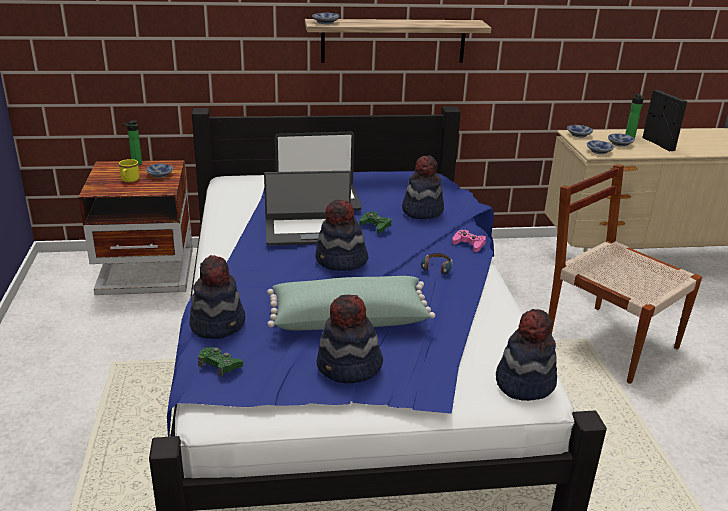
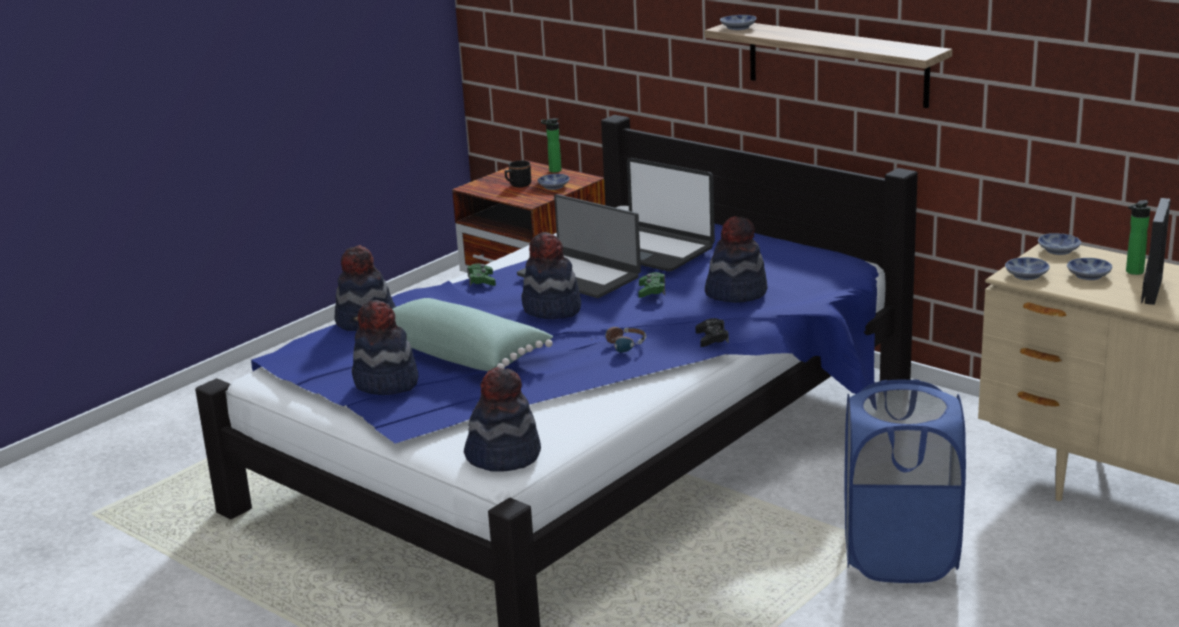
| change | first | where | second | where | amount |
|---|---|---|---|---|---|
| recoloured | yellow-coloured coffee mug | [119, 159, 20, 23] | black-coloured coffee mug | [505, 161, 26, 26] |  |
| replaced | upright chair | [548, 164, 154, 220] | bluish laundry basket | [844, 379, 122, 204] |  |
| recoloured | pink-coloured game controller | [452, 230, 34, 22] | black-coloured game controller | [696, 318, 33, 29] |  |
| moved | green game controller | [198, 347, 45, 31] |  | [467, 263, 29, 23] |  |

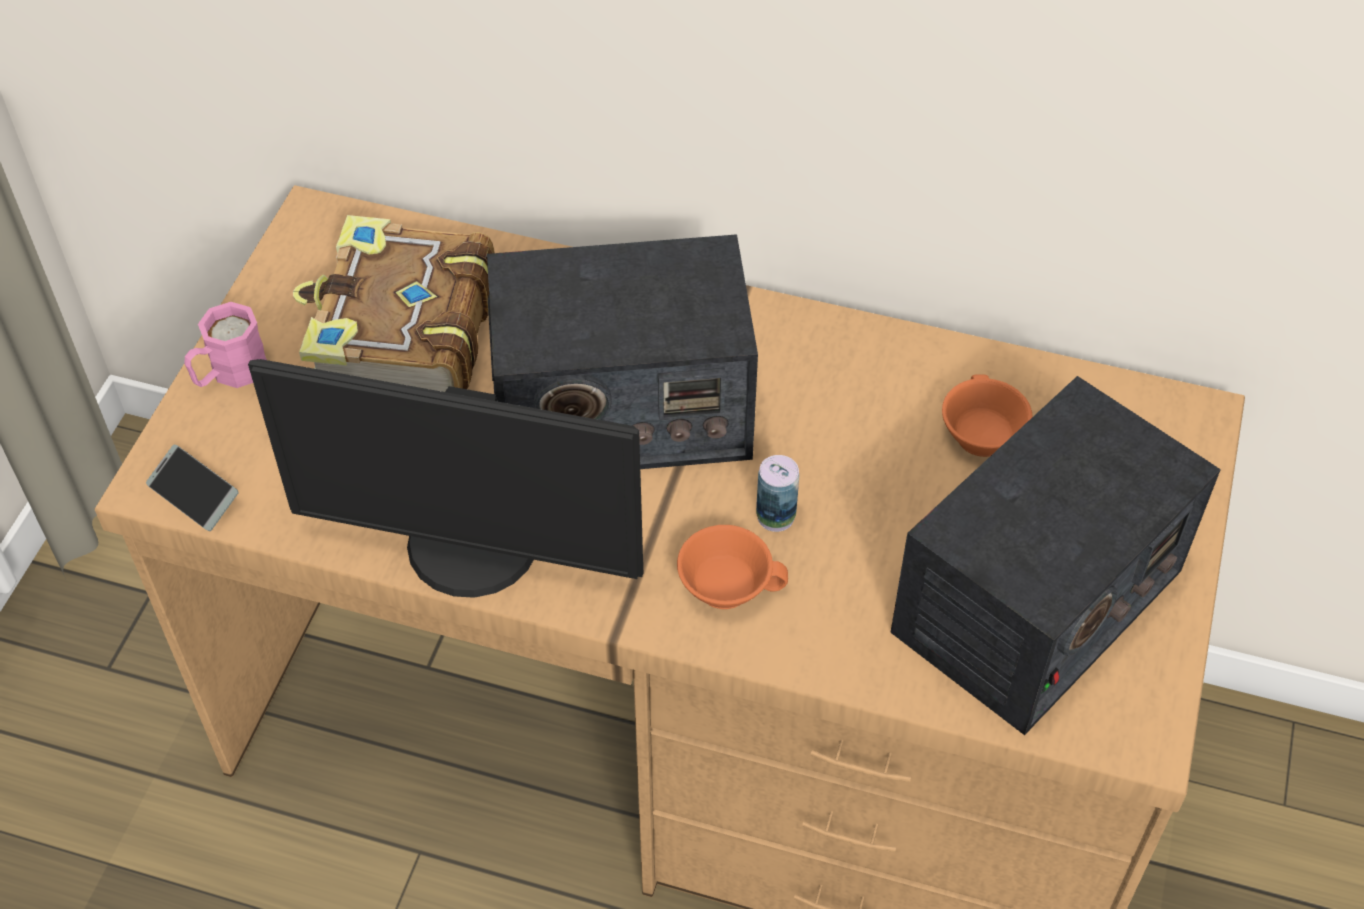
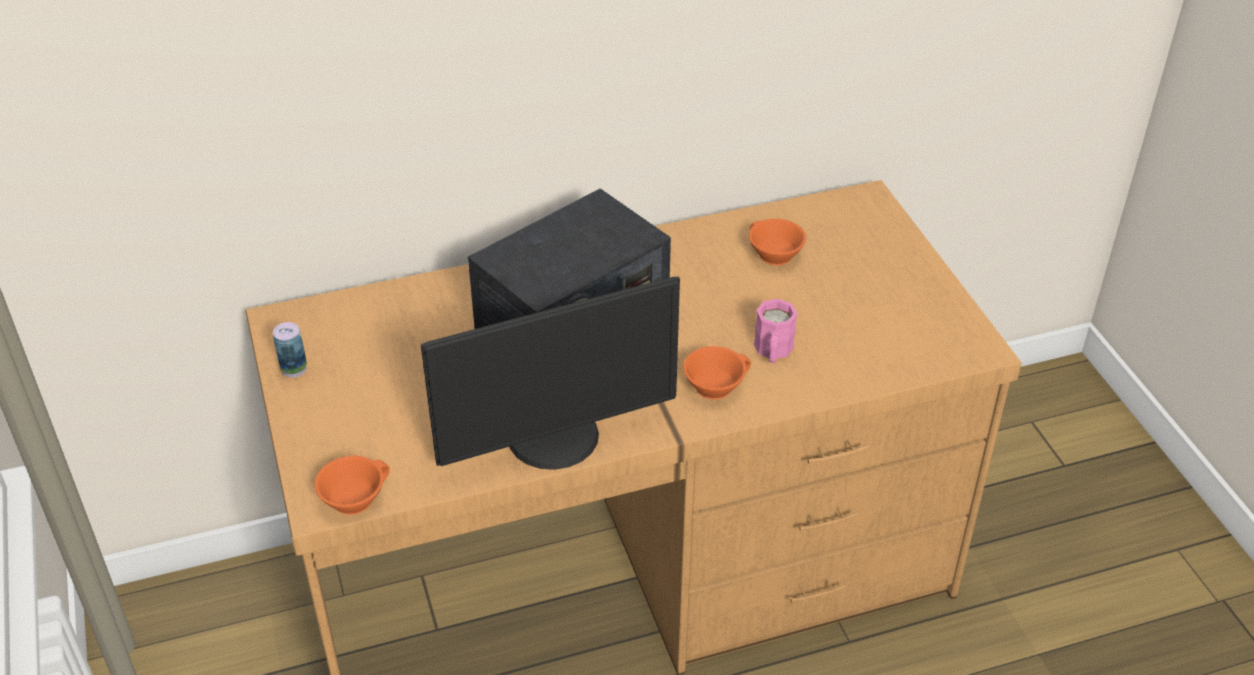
| change | first | where | second | where | amount |
|---|---|---|---|---|---|
| removed | bound book | [293, 215, 202, 177] |  |  |  |
| moved | pink-coloured coffee mug | [184, 302, 83, 86] |  | [754, 299, 44, 64] |  |
| removed | radio receiver | [890, 376, 331, 359] |  |  |  |
| replaced | phone | [146, 445, 93, 86] | orangey drinking cup | [315, 456, 75, 59] |  |
| moved | sealed can | [756, 455, 43, 77] |  | [273, 322, 34, 56] |  |

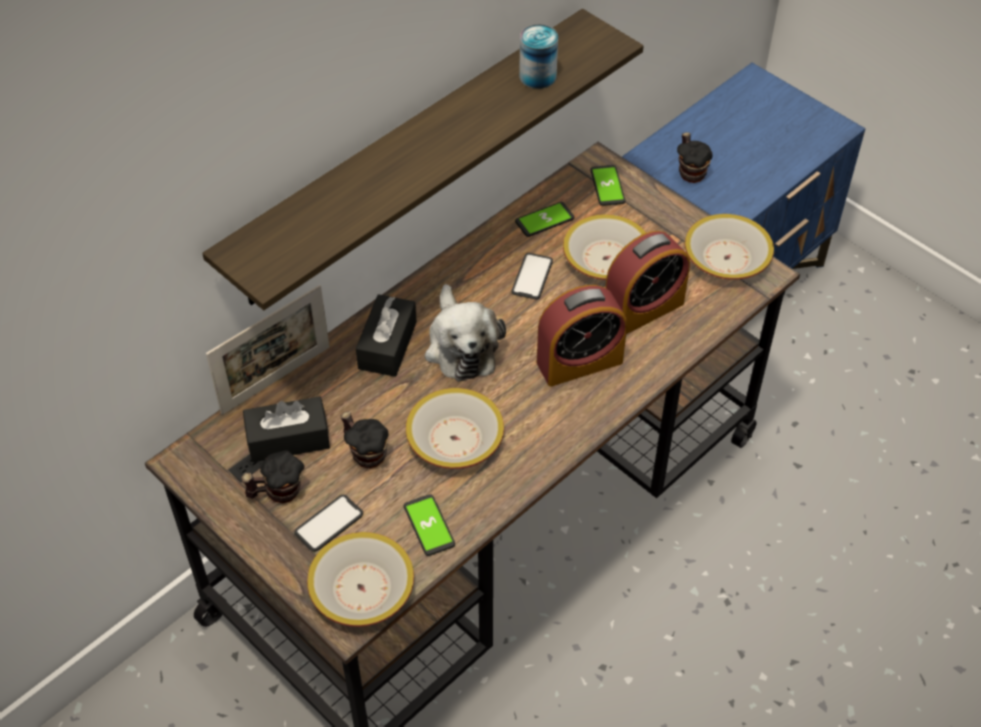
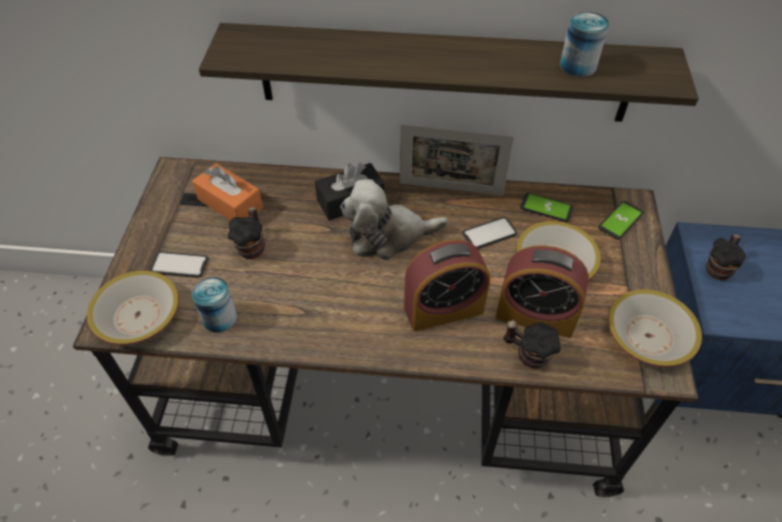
| change | first | where | second | where | amount |
|---|---|---|---|---|---|
| turned | soft toy | [425, 284, 81, 98] |  | [341, 179, 107, 81] | 45 degrees clockwise |
| moved | photo frame | [206, 285, 124, 130] |  | [400, 124, 114, 72] |  |
| turned | bedside clock | [537, 285, 90, 102] |  | [404, 239, 86, 92] | 45 degrees counterclockwise |
| removed | serving bowl | [406, 388, 98, 81] |  |  |  |
| recoloured | black-coloured box of tissues | [243, 396, 87, 66] | orangey box of tissues | [192, 163, 71, 58] |  |
| moved | coffee mug | [241, 450, 63, 53] |  | [503, 320, 58, 48] |  |
| replaced | phone | [404, 494, 51, 62] | sealed can | [192, 277, 45, 56] |  |

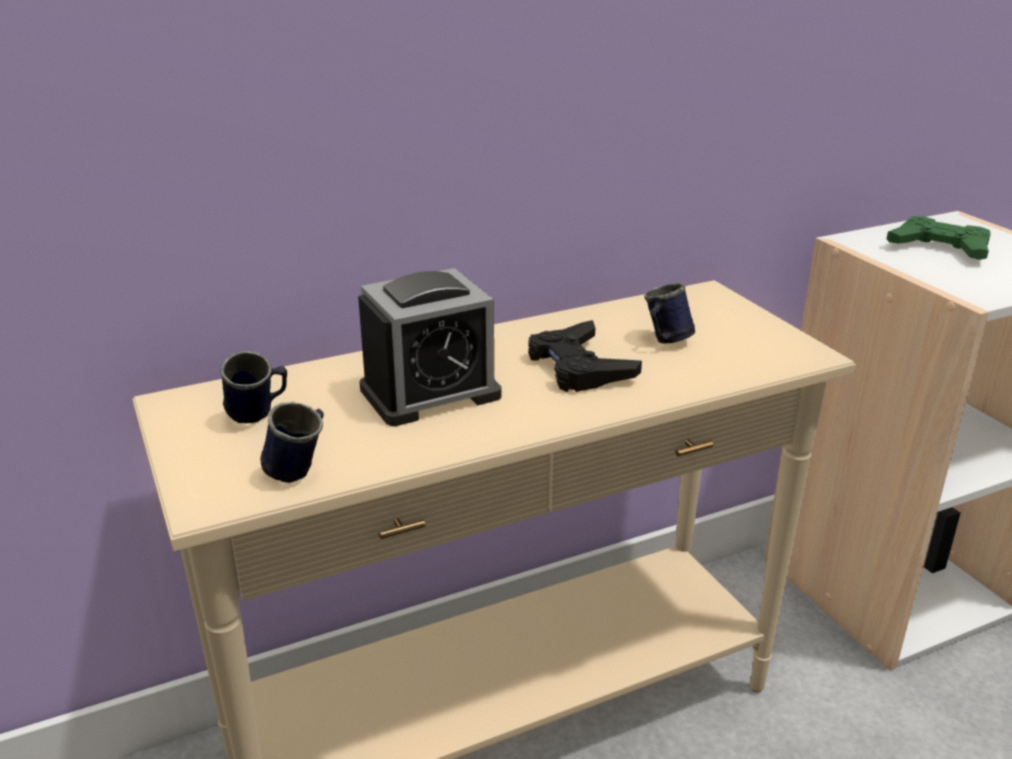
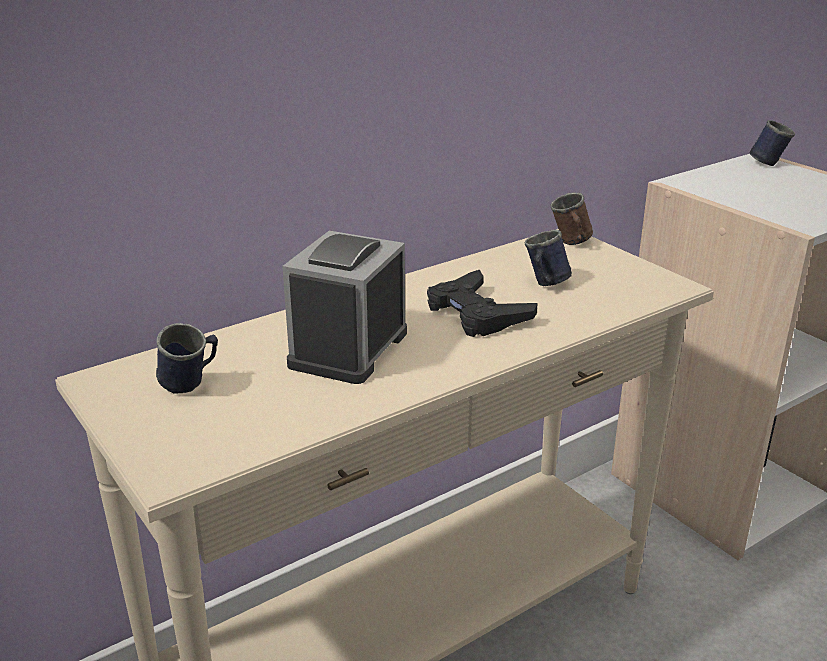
| change | first | where | second | where | amount |
|---|---|---|---|---|---|
| removed | green game controller | [887, 216, 104, 44] |  |  |  |
| turned | bedside clock | [358, 268, 144, 158] |  | [282, 231, 125, 153] | 150 degrees clockwise |
| moved | bluish coffee mug | [260, 402, 64, 81] |  | [749, 120, 46, 46] |  |
| added |  |  | brownish coffee mug | [551, 192, 42, 53] |  |

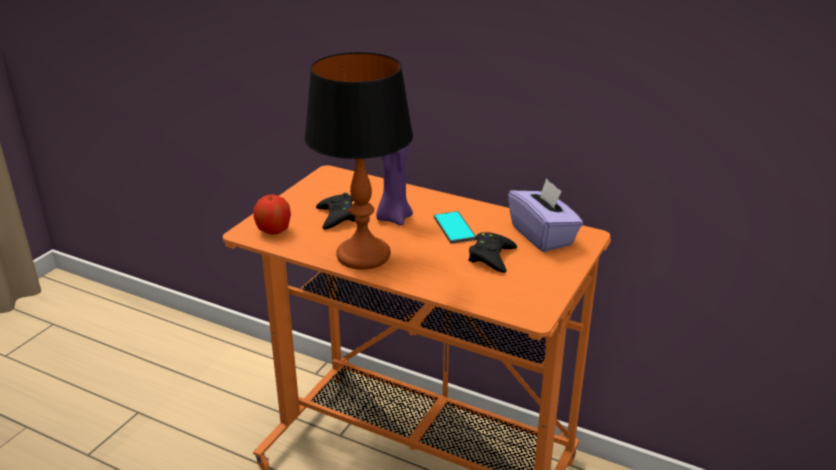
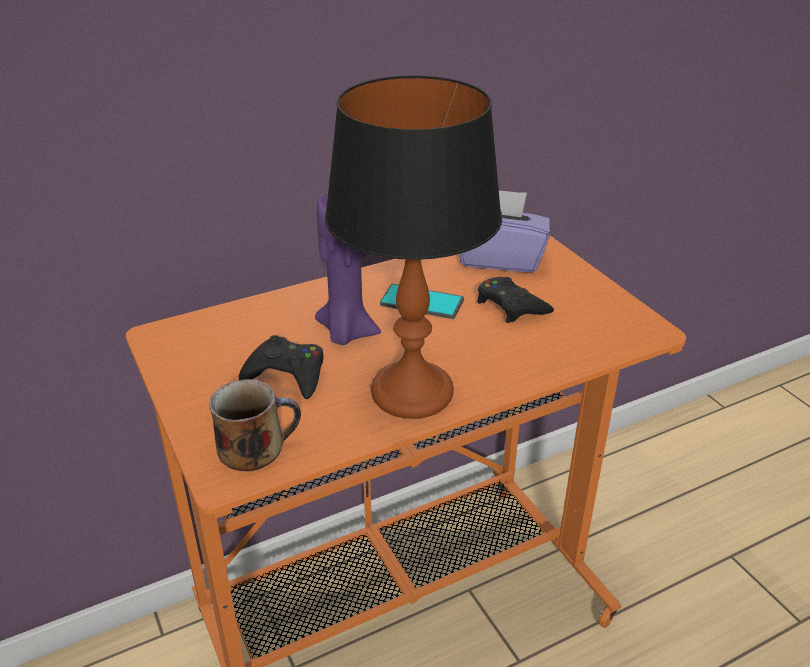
| change | first | where | second | where | amount |
|---|---|---|---|---|---|
| replaced | apple fruit | [254, 194, 37, 41] | coffee mug | [209, 379, 92, 92] |  |

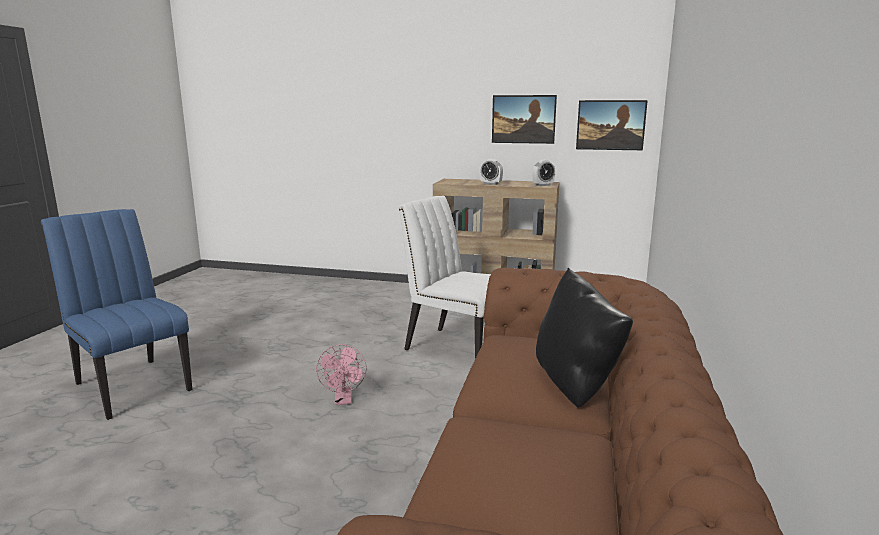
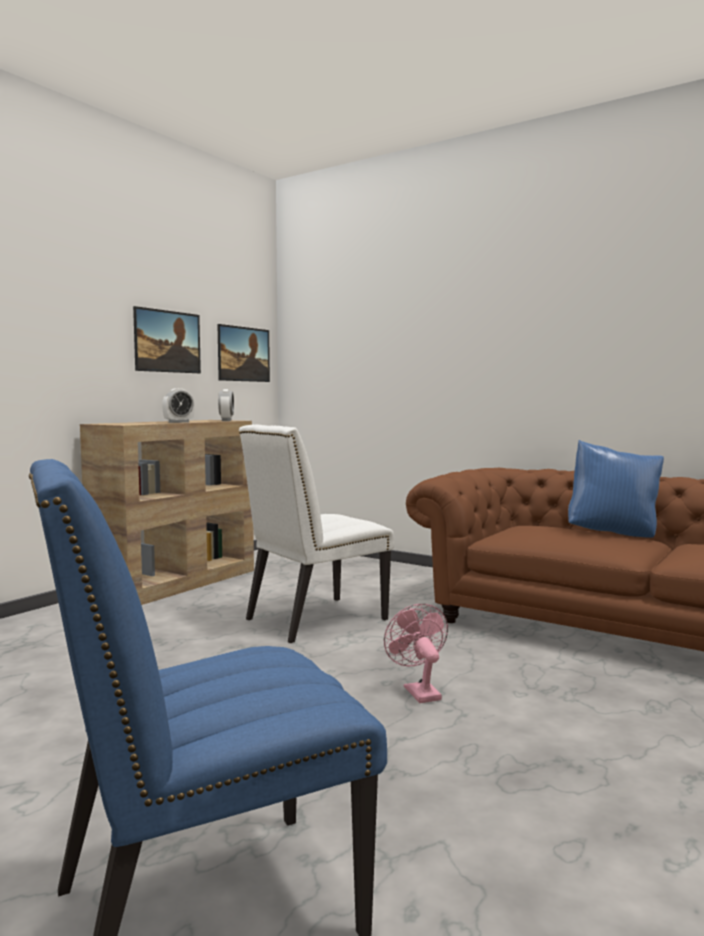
| change | first | where | second | where | amount |
|---|---|---|---|---|---|
| recoloured | black-coloured pillow | [536, 268, 97, 140] | bluish pillow | [568, 440, 96, 98] |  |
| turned | pink-coloured fan | [316, 344, 51, 61] |  | [384, 604, 64, 99] | 120 degrees counterclockwise |

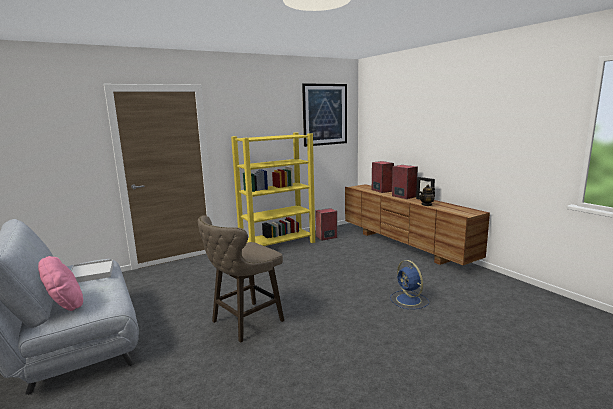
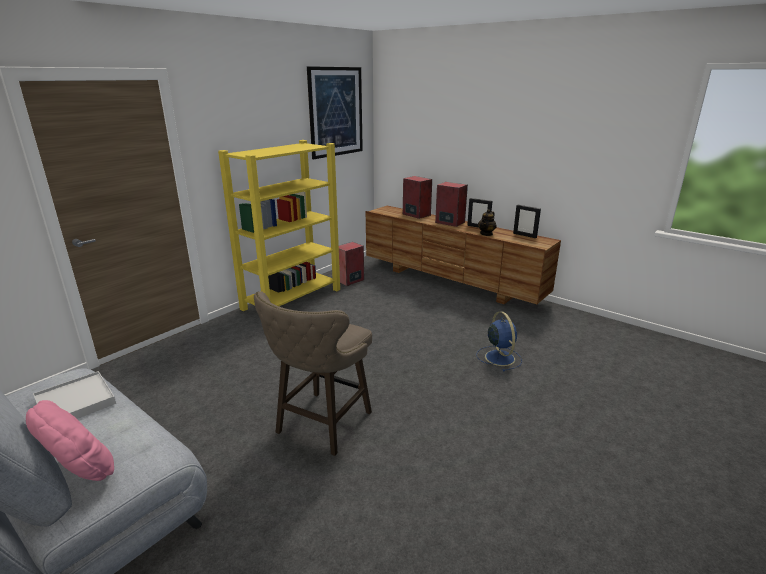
| change | first | where | second | where | amount |
|---|---|---|---|---|---|
| turned | bluish fan | [390, 260, 39, 49] |  | [476, 311, 46, 60] | 150 degrees counterclockwise |
| added |  |  | photo frame | [513, 205, 28, 33] |  |

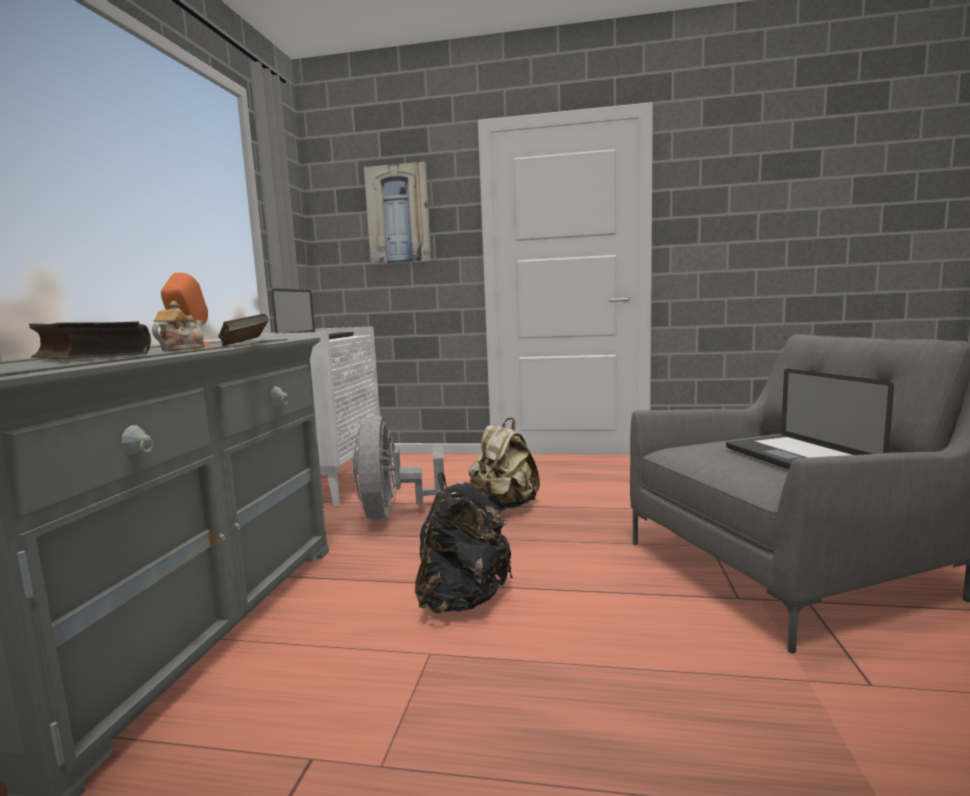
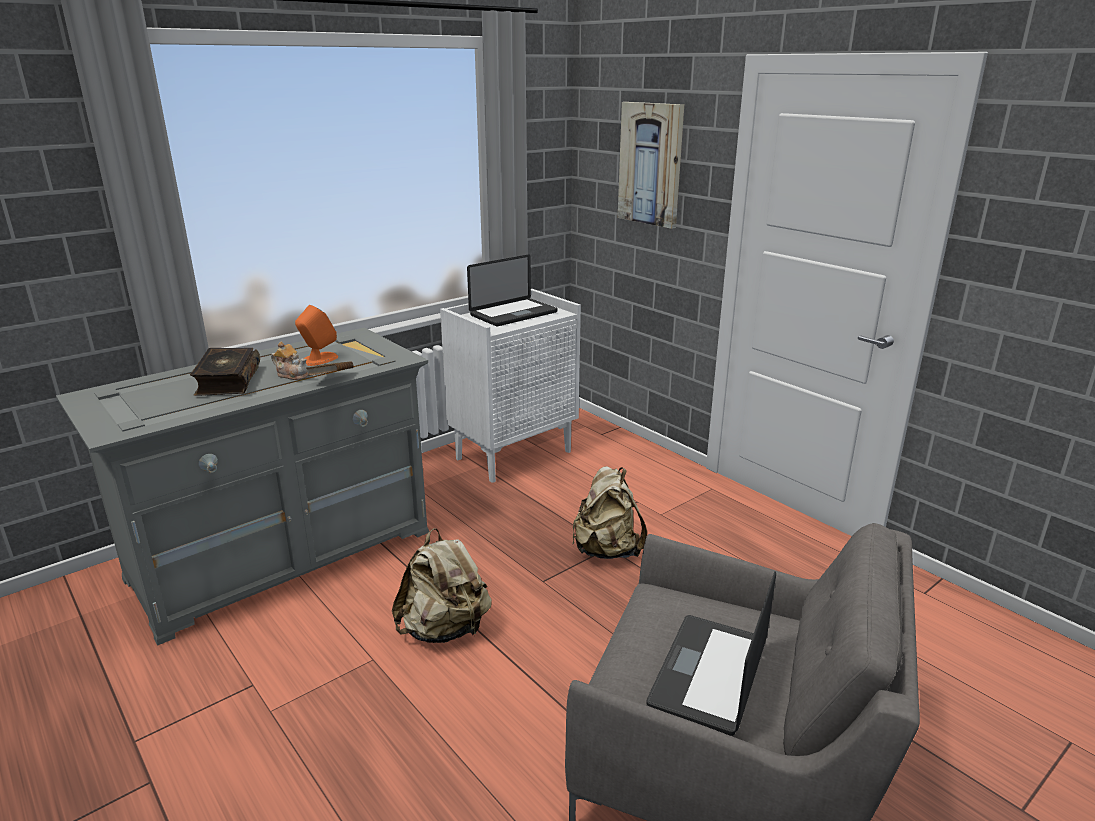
| change | first | where | second | where | amount |
|---|---|---|---|---|---|
| turned | tea pot | [152, 301, 53, 50] |  | [271, 341, 37, 39] | 60 degrees clockwise |
| removed | grey fan | [353, 415, 92, 105] |  |  |  |
| recoloured | black-coloured rucksack | [415, 472, 98, 141] | beige rucksack | [392, 528, 100, 115] |  |

